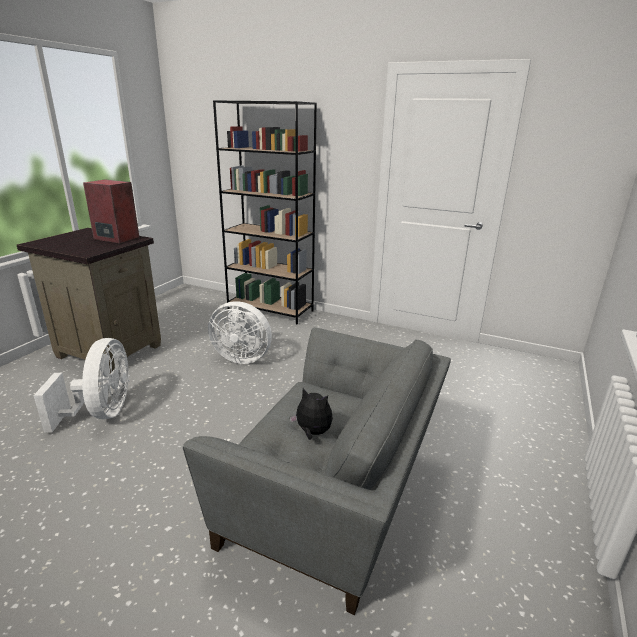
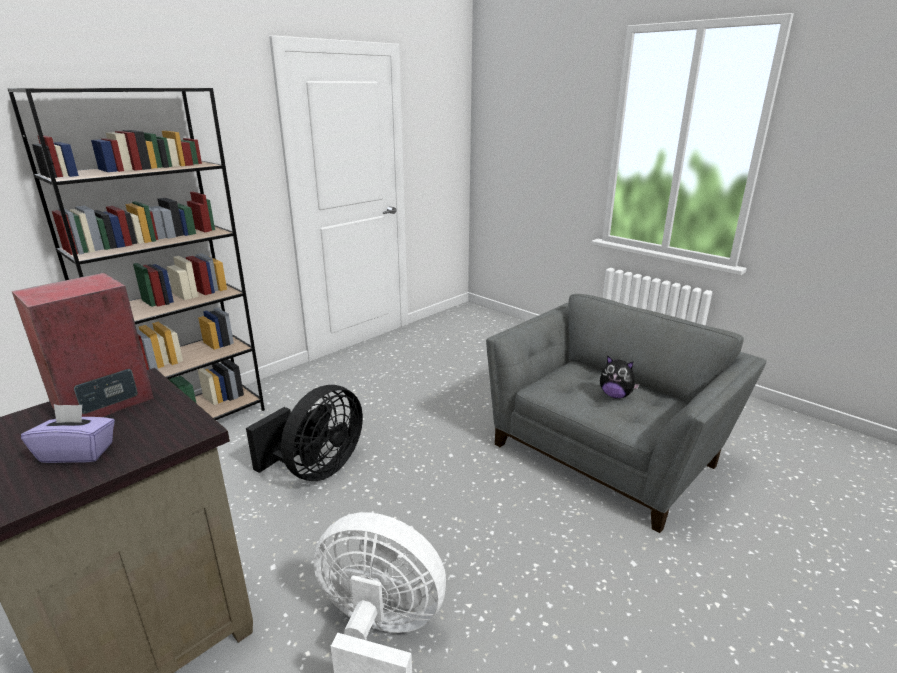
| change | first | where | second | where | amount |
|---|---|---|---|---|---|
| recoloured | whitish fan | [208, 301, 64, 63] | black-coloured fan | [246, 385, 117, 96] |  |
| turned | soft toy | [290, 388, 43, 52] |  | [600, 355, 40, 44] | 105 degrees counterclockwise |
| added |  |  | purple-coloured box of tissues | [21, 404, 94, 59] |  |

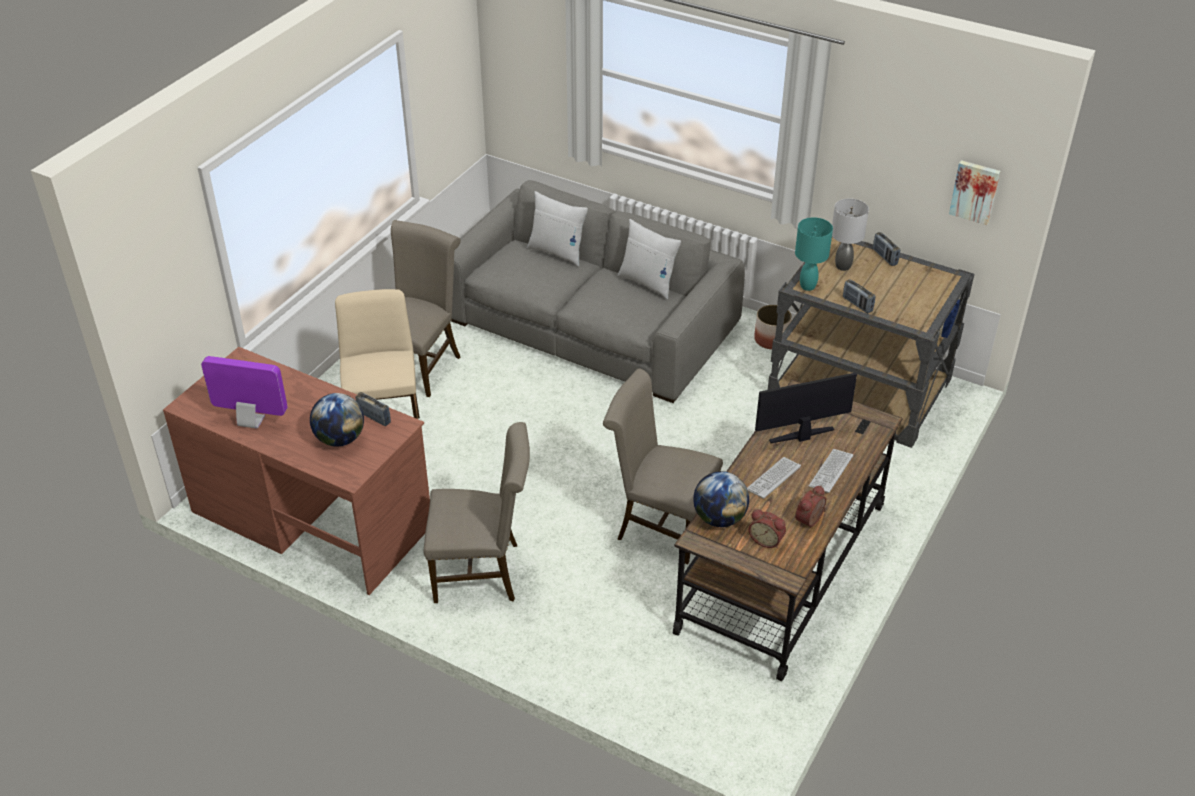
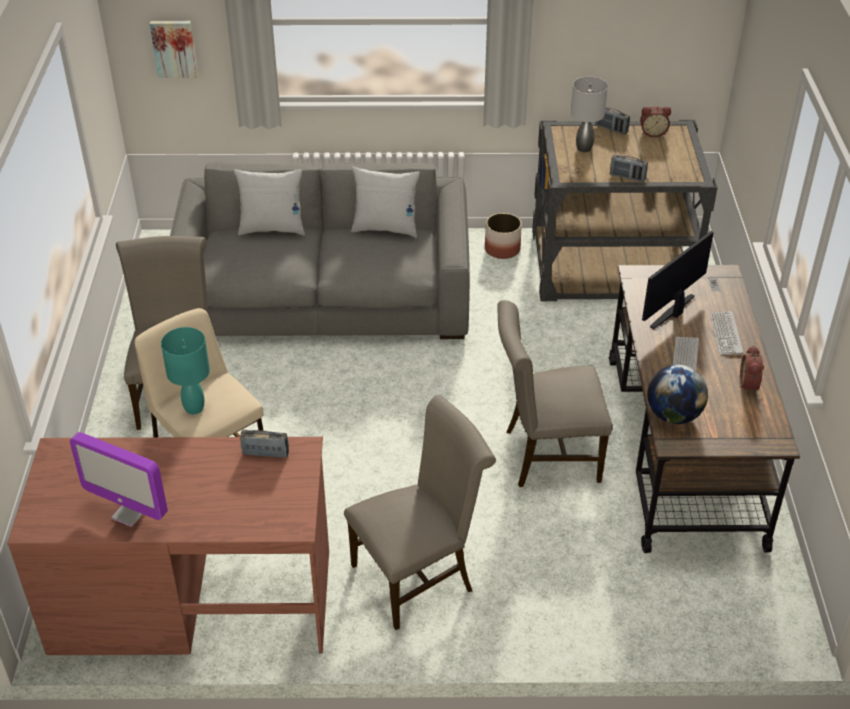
| change | first | where | second | where | amount |
|---|---|---|---|---|---|
| moved | picture | [949, 160, 51, 65] |  | [150, 21, 48, 57] |  |
| moved | turquoise-coloured tabletop lamp | [795, 217, 38, 74] |  | [161, 327, 49, 87] |  |
| turned | computer display | [201, 356, 87, 73] |  | [70, 432, 98, 95] | 135 degrees counterclockwise |
| removed | globe | [310, 393, 54, 54] |  |  |  |
| moved | bedside clock | [749, 509, 37, 39] |  | [640, 106, 31, 31] |  |

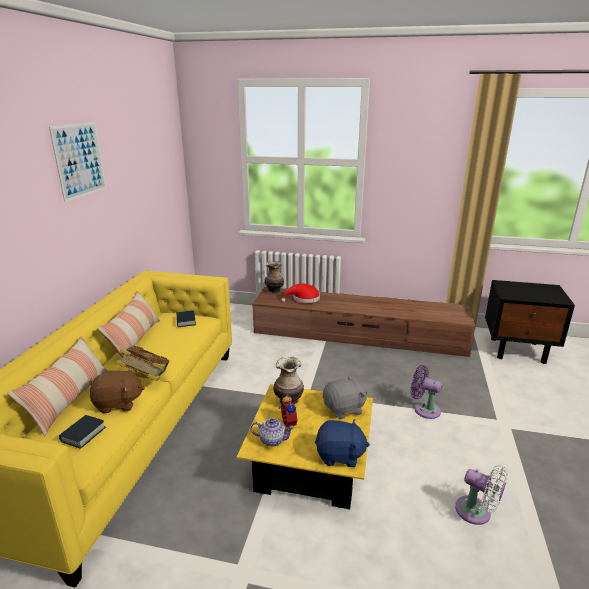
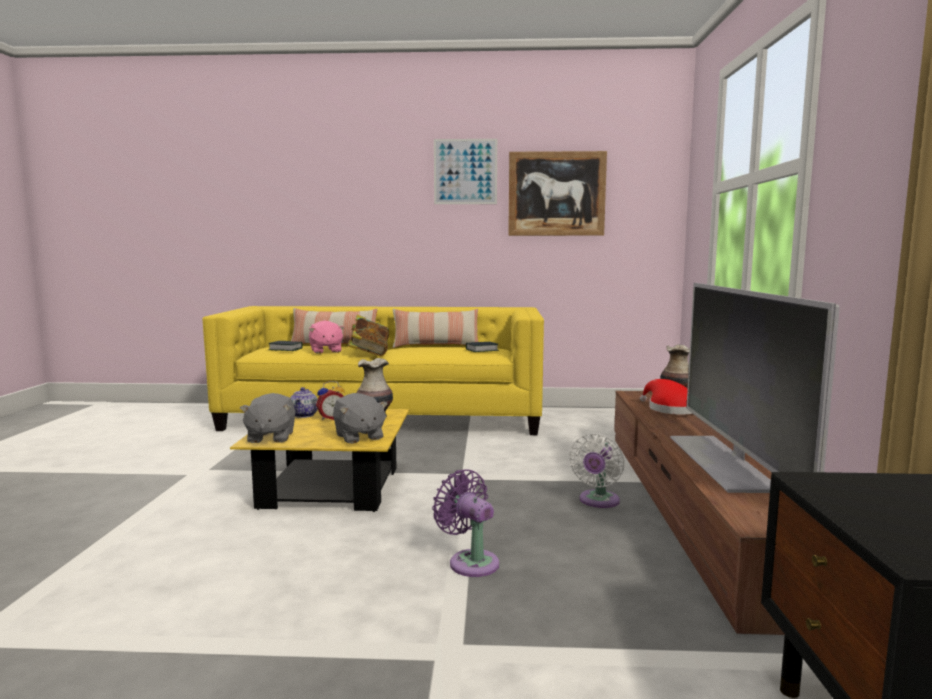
| change | first | where | second | where | amount |
|---|---|---|---|---|---|
| turned | purple-coloured fan | [410, 365, 32, 54] |  | [432, 469, 68, 108] | 60 degrees counterclockwise |
| recoloured | brownish soft toy | [90, 367, 55, 47] | pink-coloured soft toy | [309, 321, 36, 33] |  |
| recoloured | bluish soft toy | [315, 419, 55, 48] | grey soft toy | [240, 393, 56, 50] |  |
| moved | whitish fan | [455, 465, 53, 60] |  | [569, 434, 55, 74] |  |
| added |  |  | picture | [508, 151, 99, 85] |  |
| added |  |  | TV | [670, 283, 170, 210] |  |

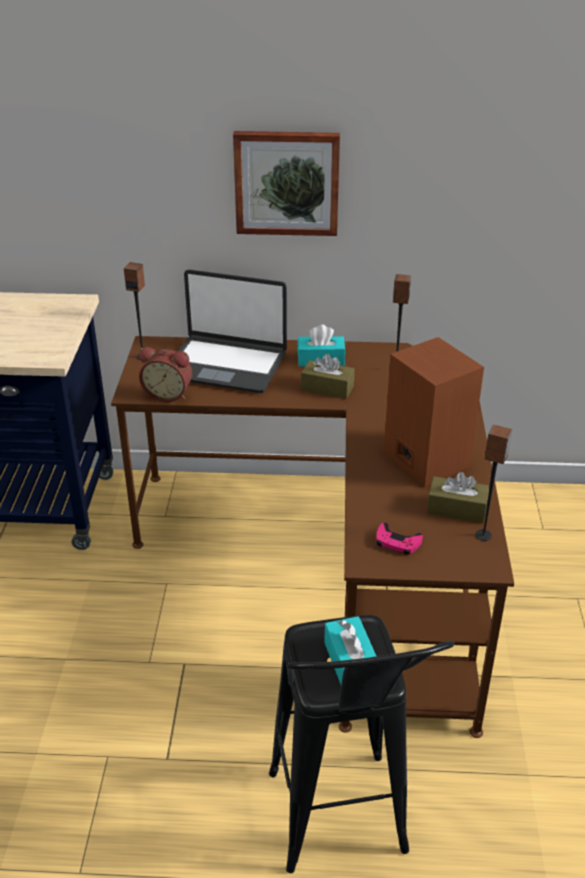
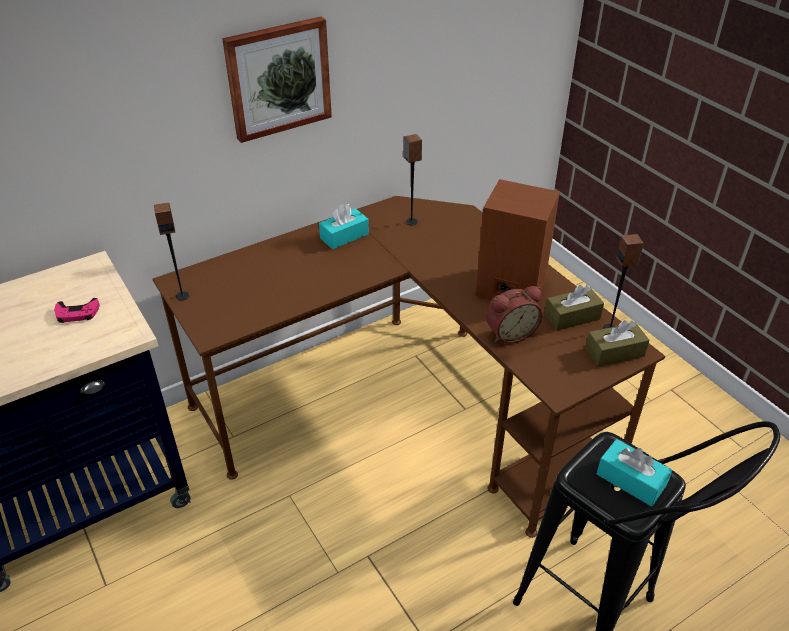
| change | first | where | second | where | amount |
|---|---|---|---|---|---|
| removed | notebook computer | [178, 270, 109, 123] |  |  |  |
| moved | bedside clock | [139, 347, 53, 55] |  | [486, 286, 57, 58] |  |
| moved | brownish box of tissues | [301, 354, 54, 45] |  | [585, 320, 64, 47] |  |
| moved | pink-coloured game controller | [376, 522, 47, 33] |  | [54, 298, 45, 25] |  |

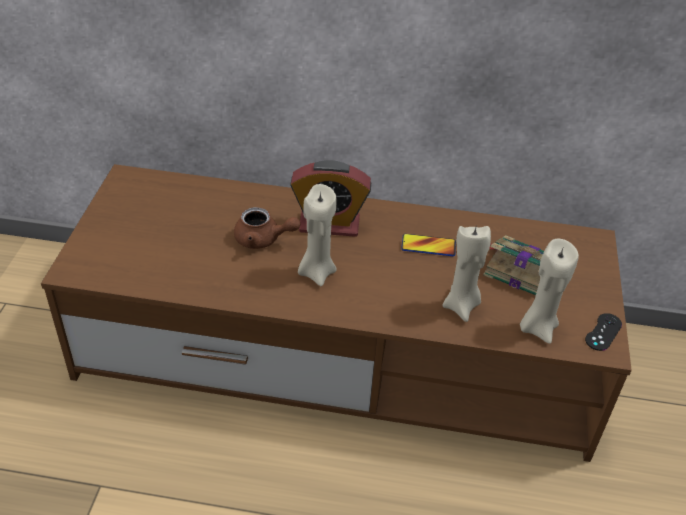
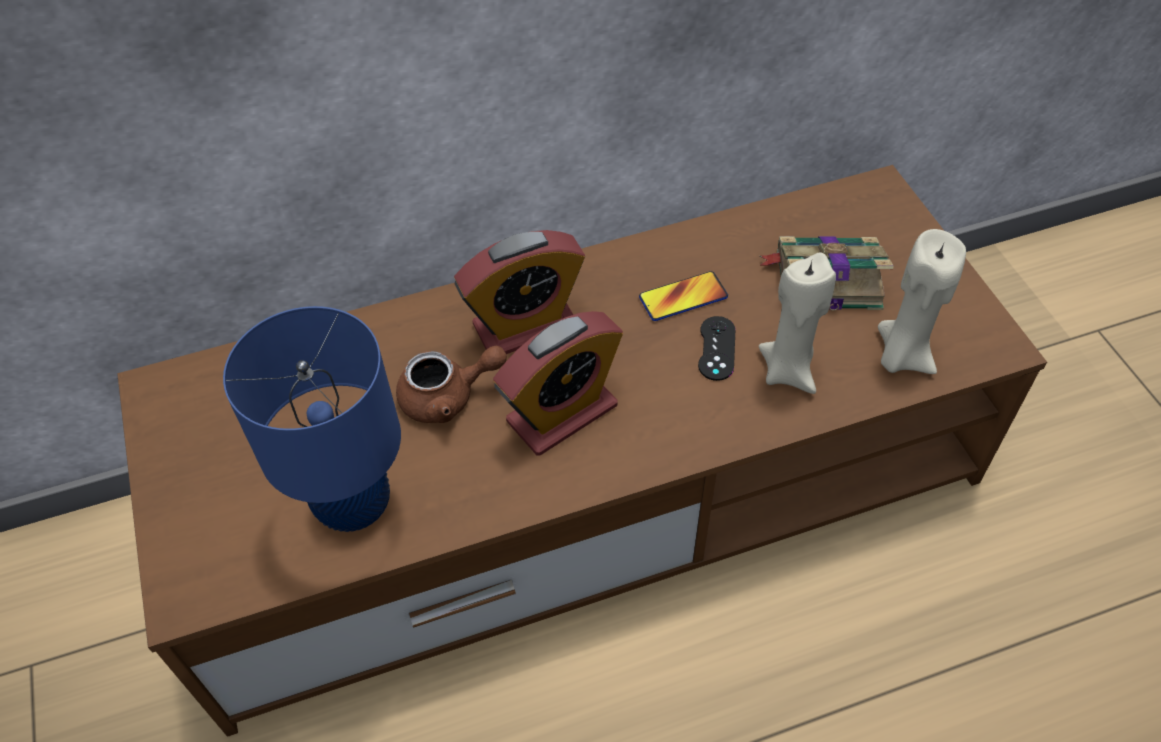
| change | first | where | second | where | amount |
|---|---|---|---|---|---|
| replaced | beige wax light | [298, 184, 39, 102] | bedside clock | [493, 311, 130, 145] |  |
| moved | black-coloured game controller | [585, 313, 37, 38] |  | [698, 316, 38, 65] |  |
| added |  |  | bluish tabletop lamp | [223, 306, 178, 226] |  |

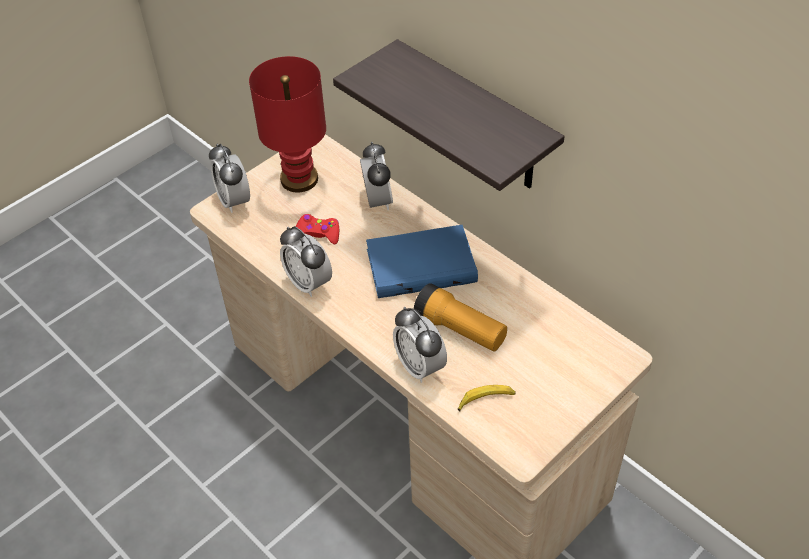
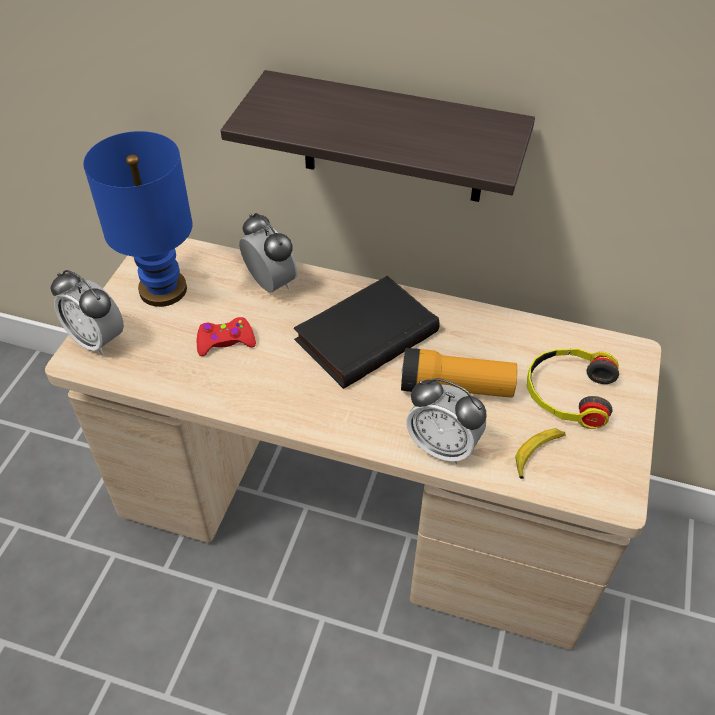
| change | first | where | second | where | amount |
|---|---|---|---|---|---|
| recoloured | red tabletop lamp | [249, 56, 77, 137] | bluish tabletop lamp | [83, 131, 110, 176] |  |
| recoloured | bluish bound book | [366, 225, 112, 73] | black-coloured bound book | [294, 276, 146, 113] |  |
| removed | bedside clock | [280, 226, 52, 71] |  |  |  |
| added |  |  | headset | [527, 349, 92, 80] |  |

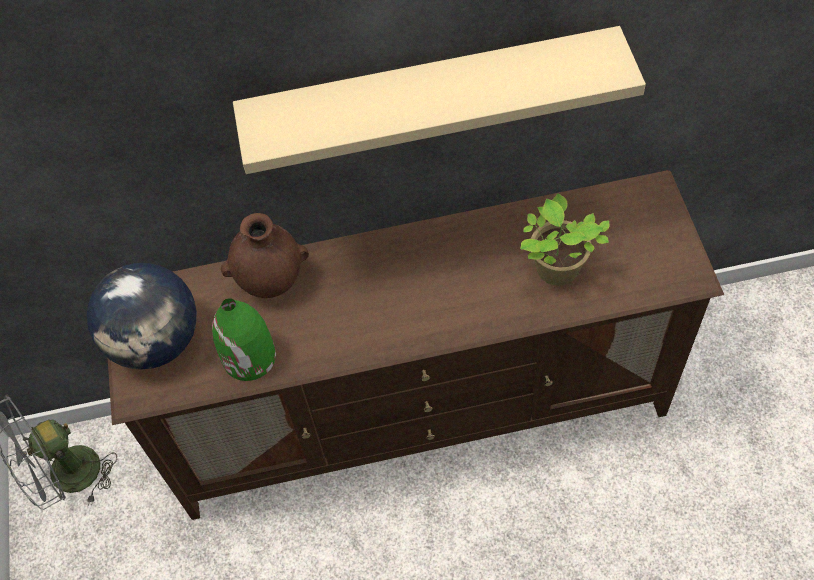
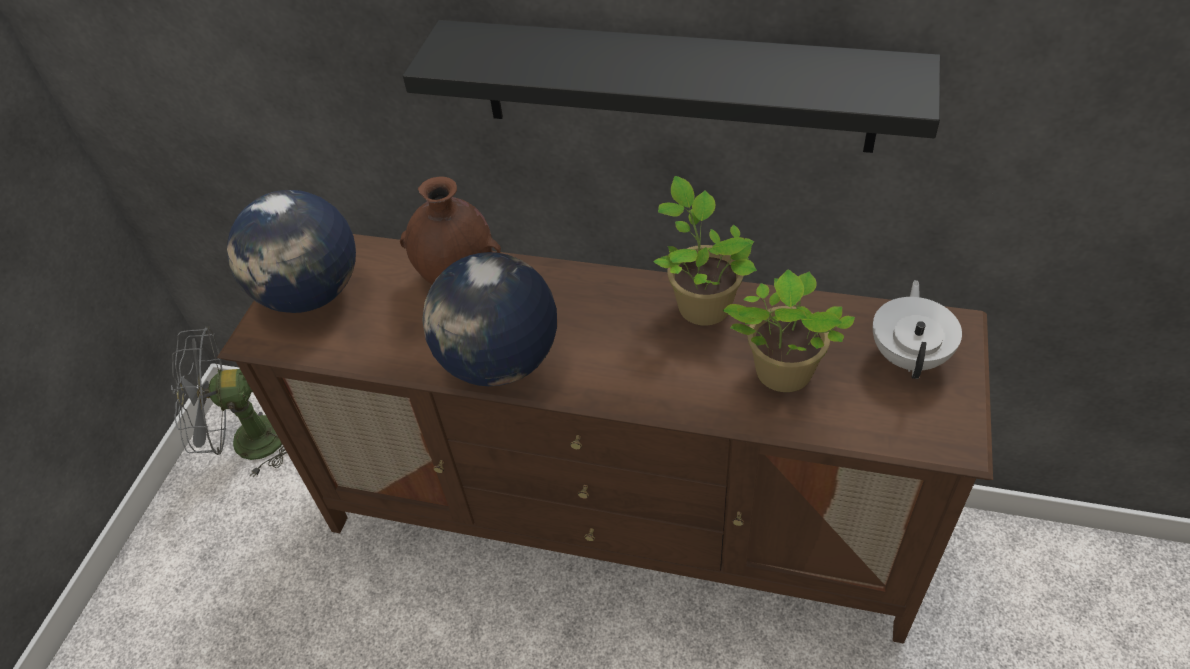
| change | first | where | second | where | amount |
|---|---|---|---|---|---|
| recoloured | beige wall shelf | [233, 26, 413, 148] | black-coloured wall shelf | [403, 20, 537, 133] |  |
| removed | green flower vase | [212, 298, 64, 83] |  |  |  |
| added |  |  | potted plant | [654, 176, 103, 150] |  |
| added |  |  | globe | [422, 252, 135, 134] |  |
| added |  |  | whitish tea pot | [873, 280, 89, 99] |  |

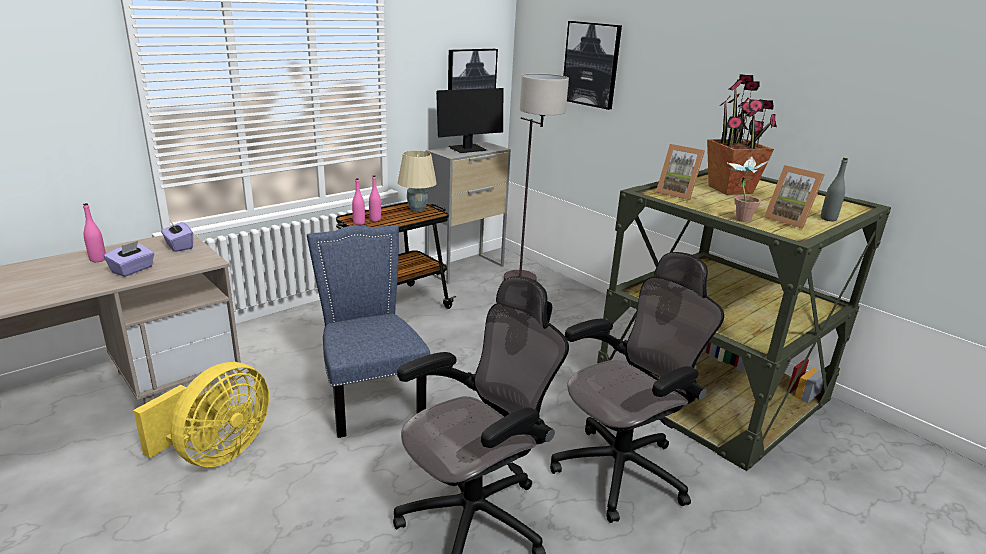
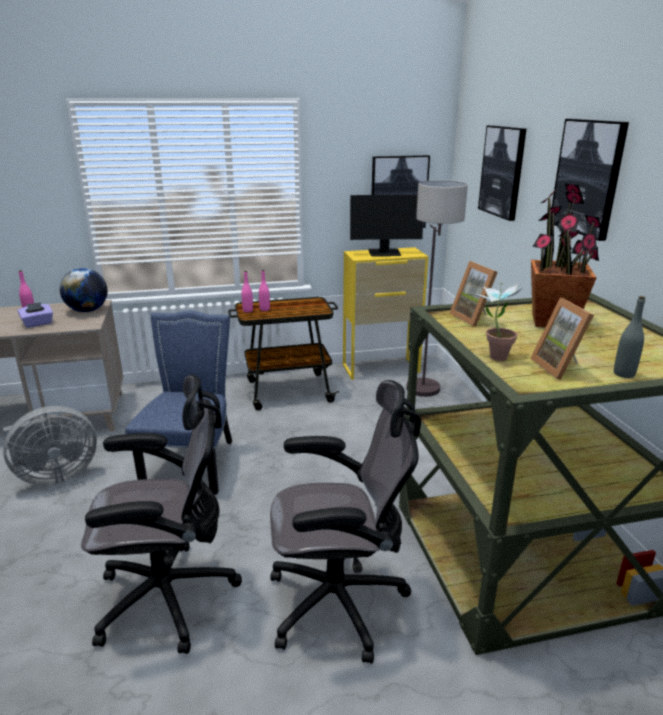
| change | first | where | second | where | amount |
|---|---|---|---|---|---|
| recoloured | grey cabinet | [425, 142, 86, 142] | yellow-coloured cabinet | [343, 247, 85, 133] |  |
| removed | beige tabletop lamp | [398, 151, 39, 61] |  |  |  |
| replaced | purple-coloured box of tissues | [161, 219, 32, 33] | globe | [60, 268, 48, 44] |  |
| recoloured | yellow-coloured fan | [133, 362, 136, 105] | grey fan | [3, 406, 94, 80] |  |
| added |  |  | picture | [552, 119, 77, 122] |  |

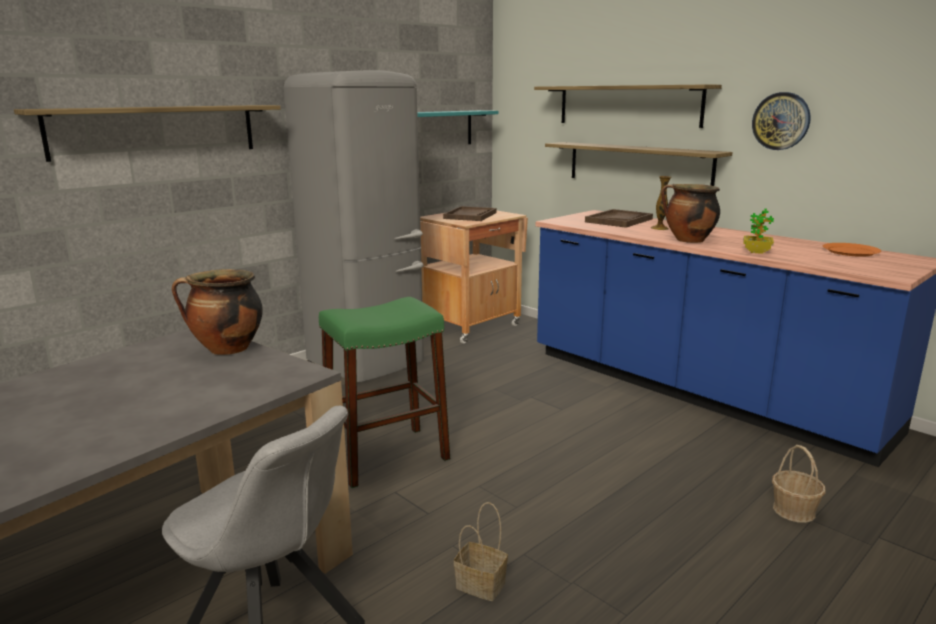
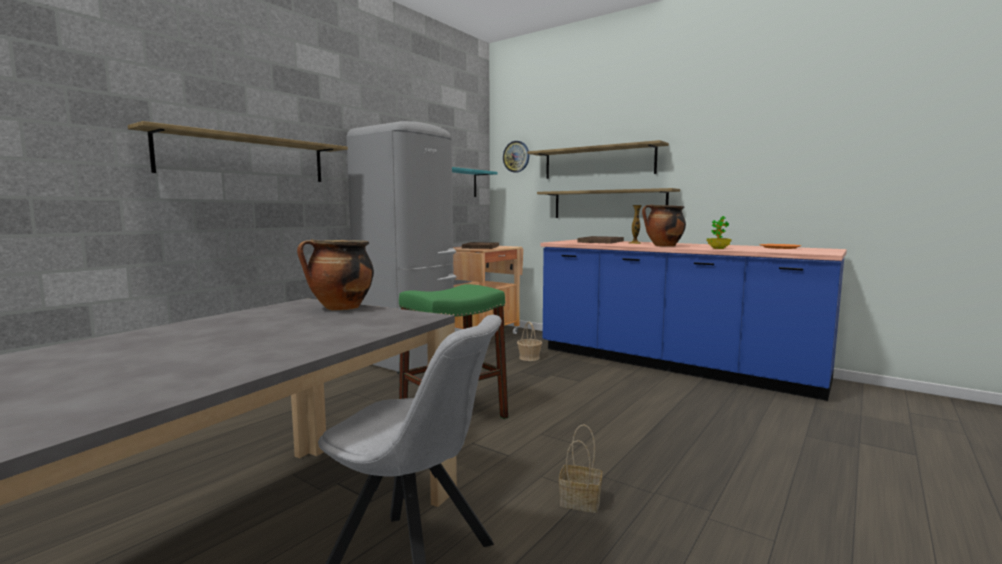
| change | first | where | second | where | amount |
|---|---|---|---|---|---|
| moved | wall clock | [752, 92, 59, 58] |  | [503, 141, 26, 32] |  |
| moved | basket | [772, 445, 54, 78] |  | [517, 322, 25, 39] |  |

